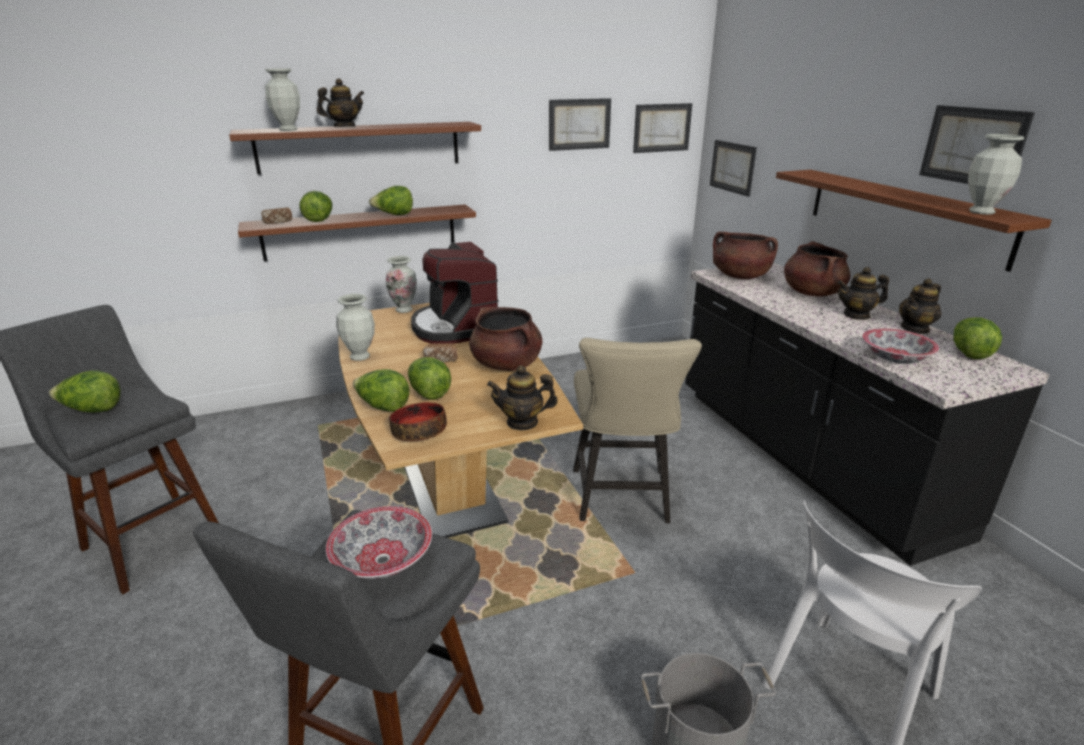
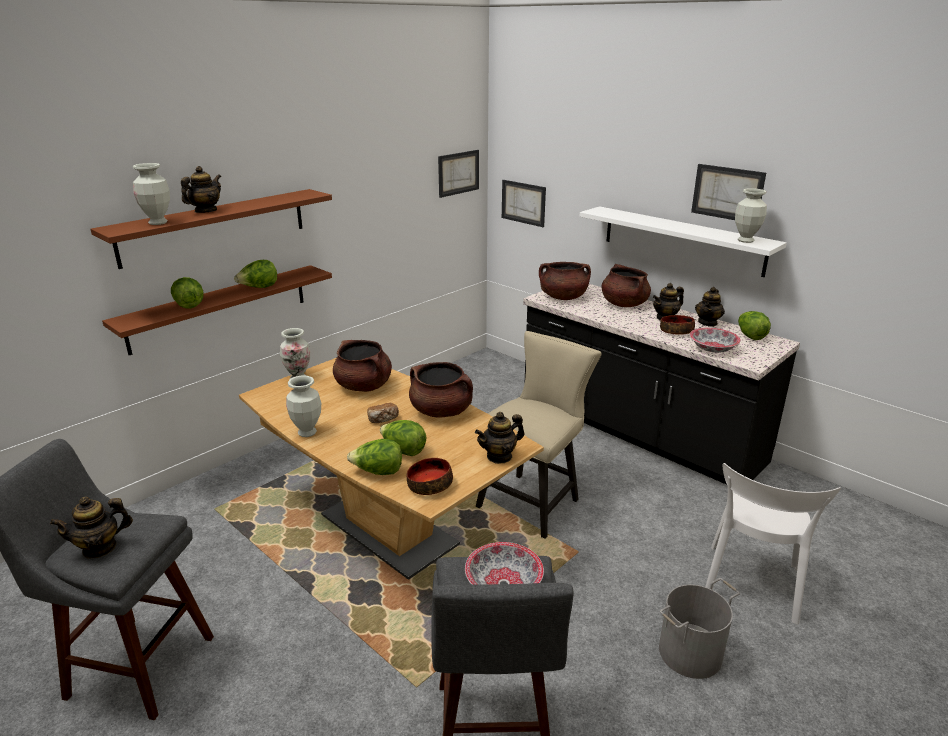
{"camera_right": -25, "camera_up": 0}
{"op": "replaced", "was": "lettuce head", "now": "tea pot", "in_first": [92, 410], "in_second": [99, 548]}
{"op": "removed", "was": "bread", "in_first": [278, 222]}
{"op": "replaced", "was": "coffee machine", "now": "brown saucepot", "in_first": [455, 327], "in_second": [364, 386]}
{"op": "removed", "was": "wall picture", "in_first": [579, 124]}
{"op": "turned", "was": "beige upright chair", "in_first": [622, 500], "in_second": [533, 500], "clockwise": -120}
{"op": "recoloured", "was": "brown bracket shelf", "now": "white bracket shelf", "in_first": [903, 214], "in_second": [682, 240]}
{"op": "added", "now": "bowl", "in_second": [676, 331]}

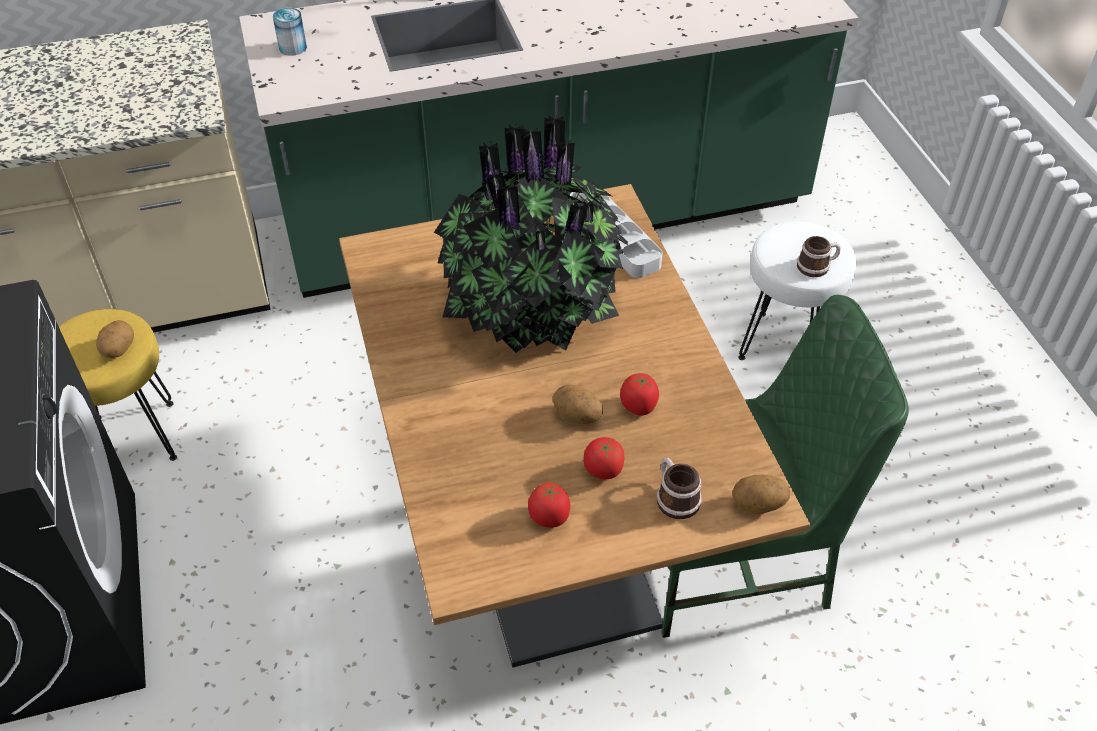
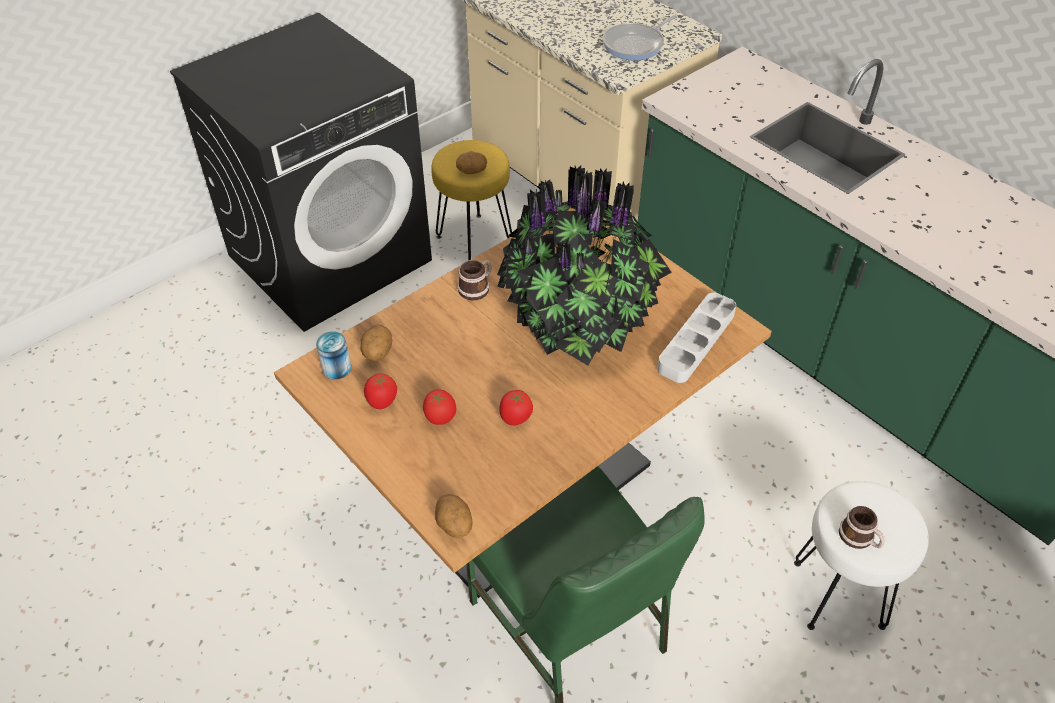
{"camera_right": 65, "camera_up": 0}
{"op": "moved", "was": "can", "in_first": [293, 47], "in_second": [337, 368]}
{"op": "moved", "was": "spud", "in_first": [576, 417], "in_second": [377, 353]}
{"op": "moved", "was": "mug", "in_first": [675, 497], "in_second": [477, 288]}
{"op": "added", "now": "frying pan", "in_second": [636, 45]}

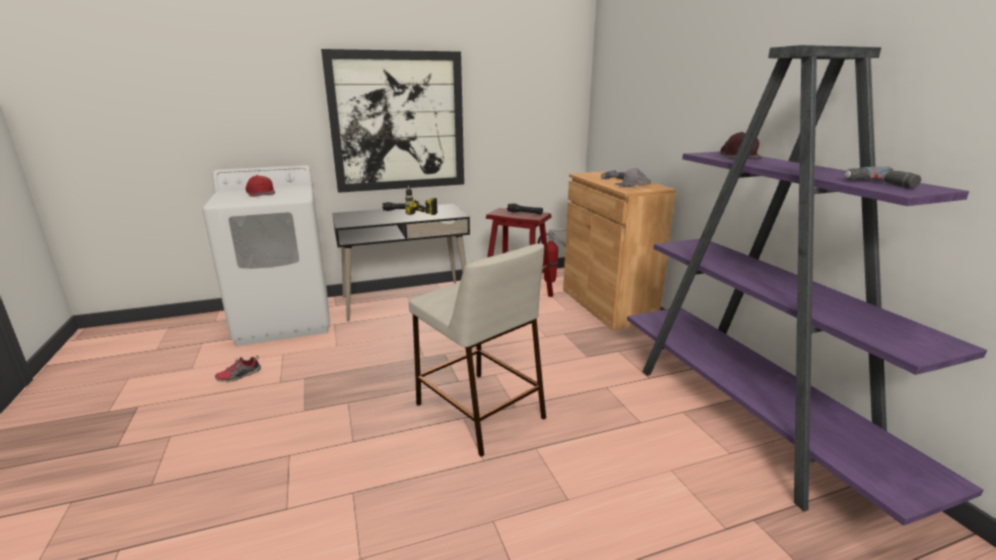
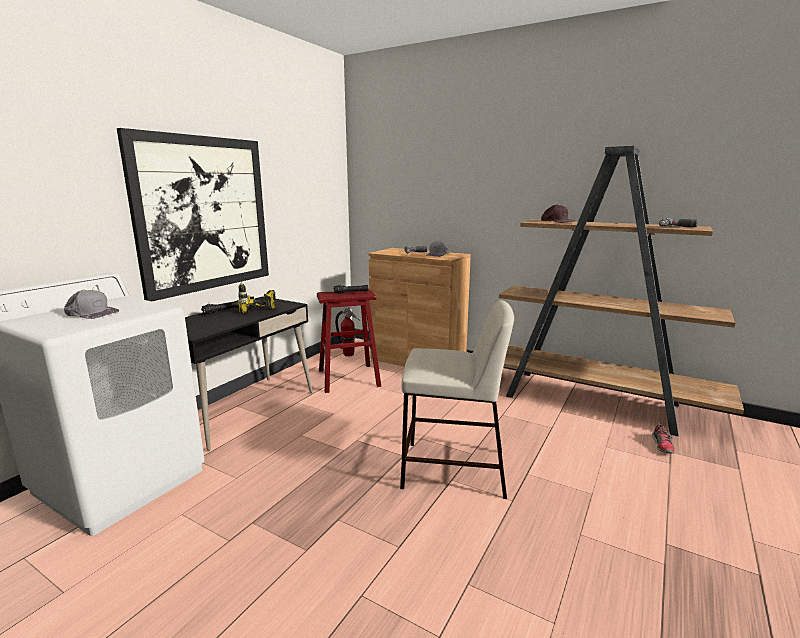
{"camera_right": -40, "camera_up": -5}
{"op": "moved", "was": "shoe", "in_first": [239, 376], "in_second": [662, 446]}
{"op": "recoloured", "was": "reddish peaked cap", "now": "greyish peaked cap", "in_first": [261, 193], "in_second": [91, 313]}
{"op": "recoloured", "was": "purple-coloured bookshelf", "now": "brown bookshelf", "in_first": [749, 420], "in_second": [593, 401]}

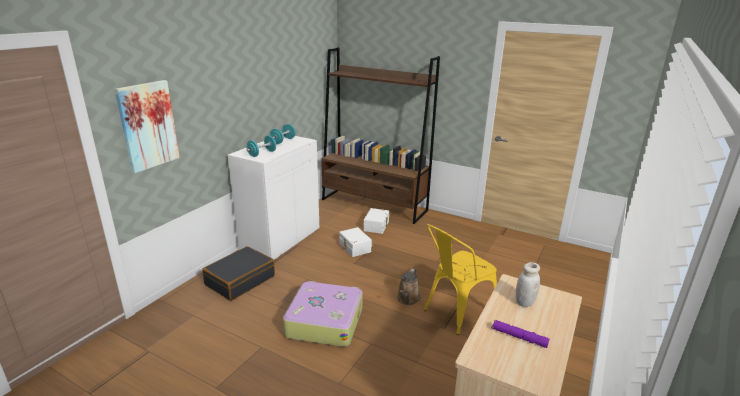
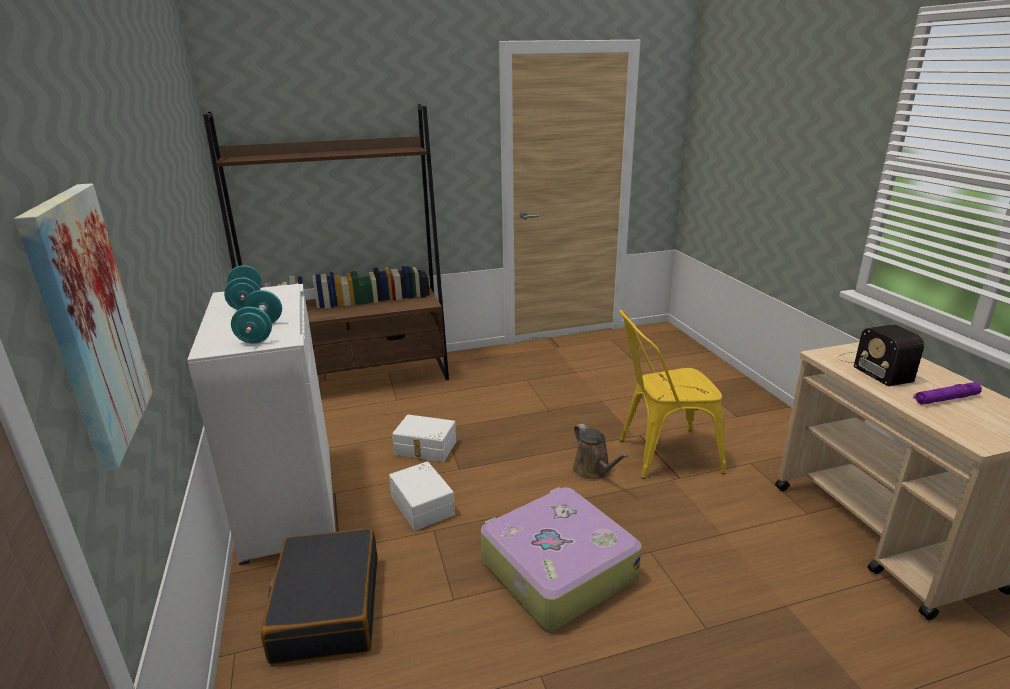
{"camera_right": -45, "camera_up": 0}
{"op": "moved", "was": "white storage container", "in_first": [377, 226], "in_second": [424, 505]}
{"op": "turned", "was": "yellow upright chair", "in_first": [455, 313], "in_second": [660, 455], "clockwise": 75}
{"op": "replaced", "was": "white preserve jar", "now": "radio", "in_first": [524, 302], "in_second": [872, 366]}

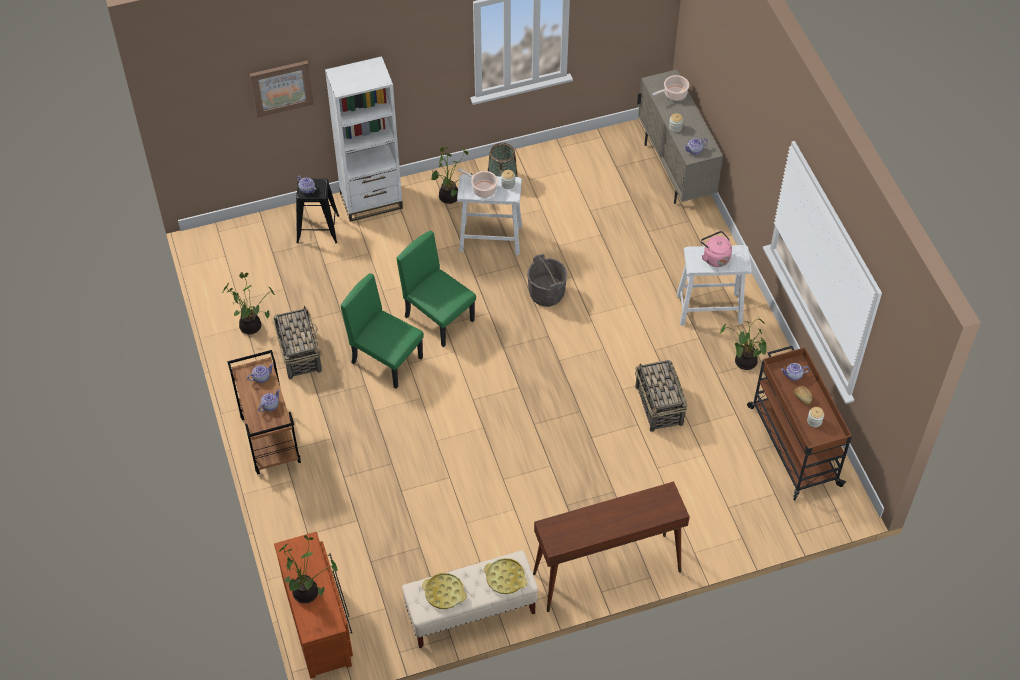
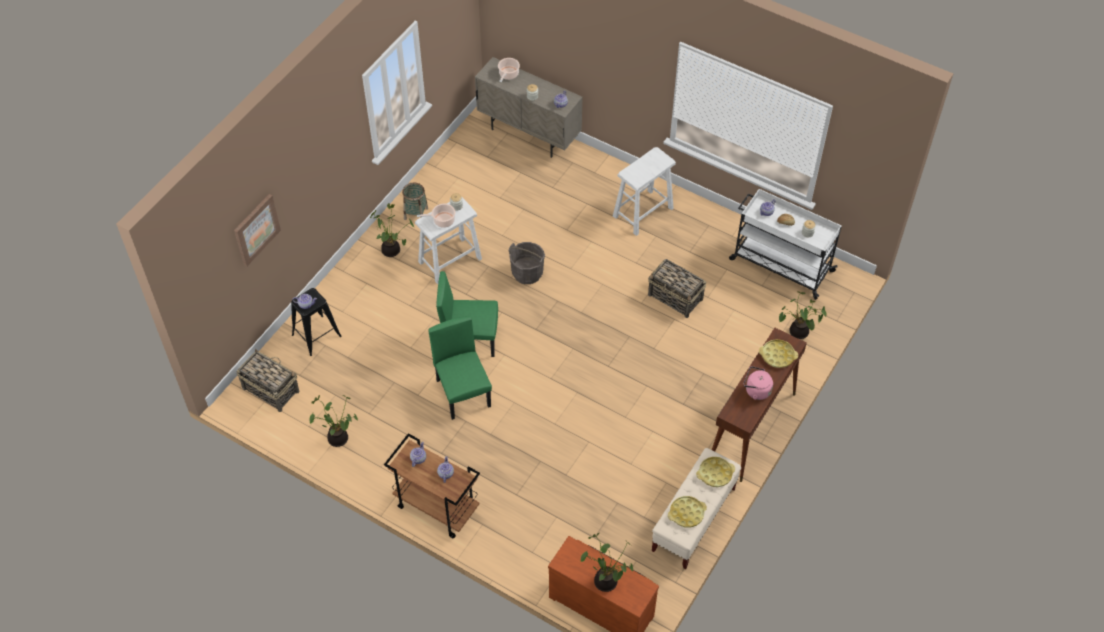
{"camera_right": -40, "camera_up": 0}
{"op": "moved", "was": "basket", "in_first": [299, 353], "in_second": [270, 389]}
{"op": "removed", "was": "white bookshelf", "in_first": [371, 201]}
{"op": "turned", "was": "green upright chair", "in_first": [387, 360], "in_second": [463, 393], "clockwise": 75}
{"op": "moved", "was": "pinkish tea kettle", "in_first": [715, 257], "in_second": [756, 390]}
{"op": "moved", "was": "houseplant", "in_first": [743, 362], "in_second": [797, 333]}
{"op": "recoloured", "was": "brown wheeled cart", "now": "white wheeled cart", "in_first": [793, 444], "in_second": [780, 265]}
{"op": "added", "now": "yellow tray", "in_second": [777, 355]}

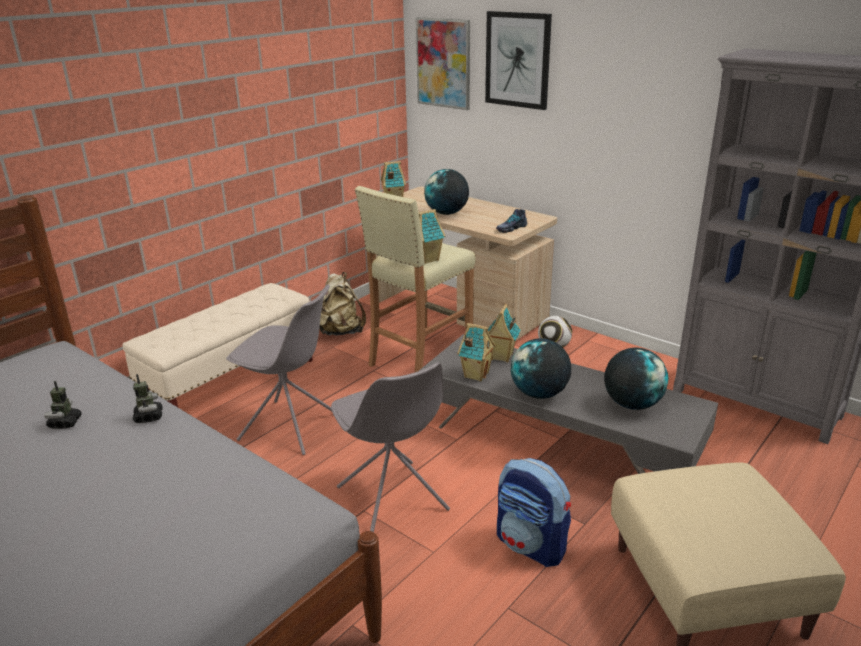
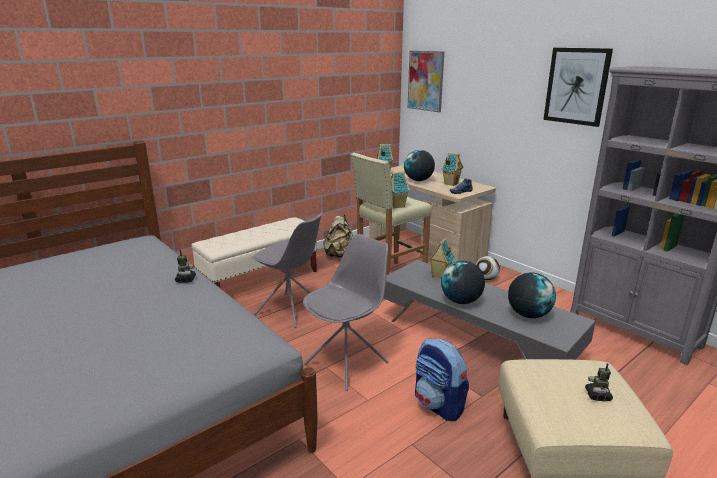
{"camera_right": 10, "camera_up": -5}
{"op": "moved", "was": "robot figure", "in_first": [65, 423], "in_second": [598, 396]}
{"op": "turned", "was": "greyish upright chair", "in_first": [392, 500], "in_second": [347, 363], "clockwise": -120}
{"op": "moved", "was": "miniature house", "in_first": [475, 375], "in_second": [451, 184]}
{"op": "moved", "was": "wall picture", "in_first": [518, 60], "in_second": [576, 86]}

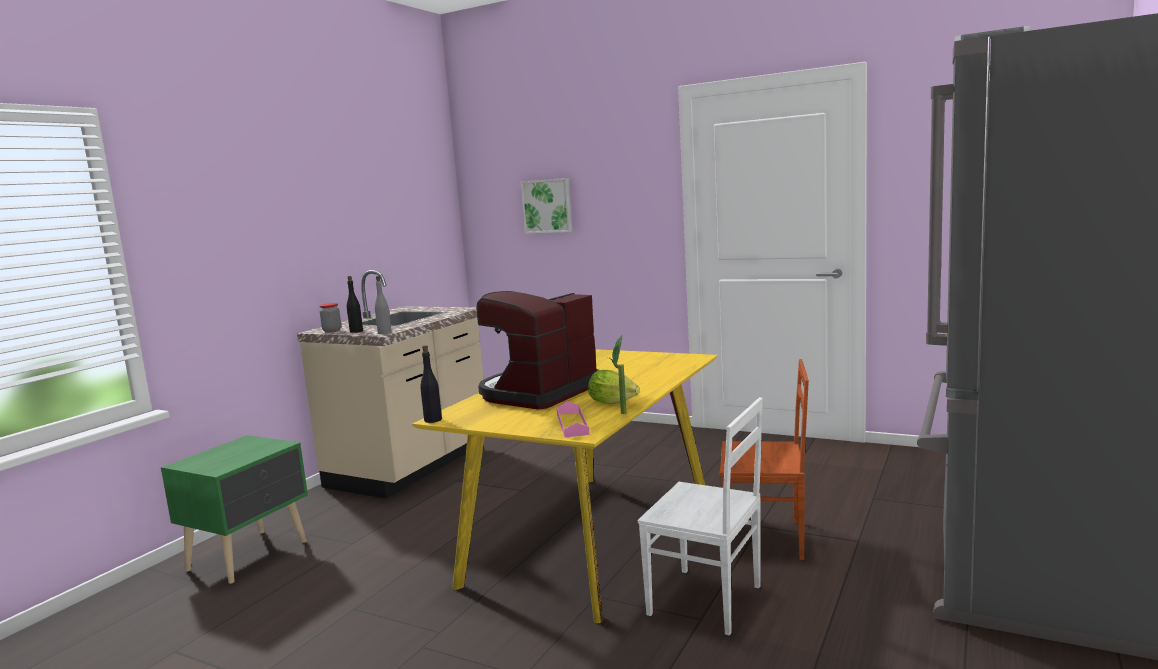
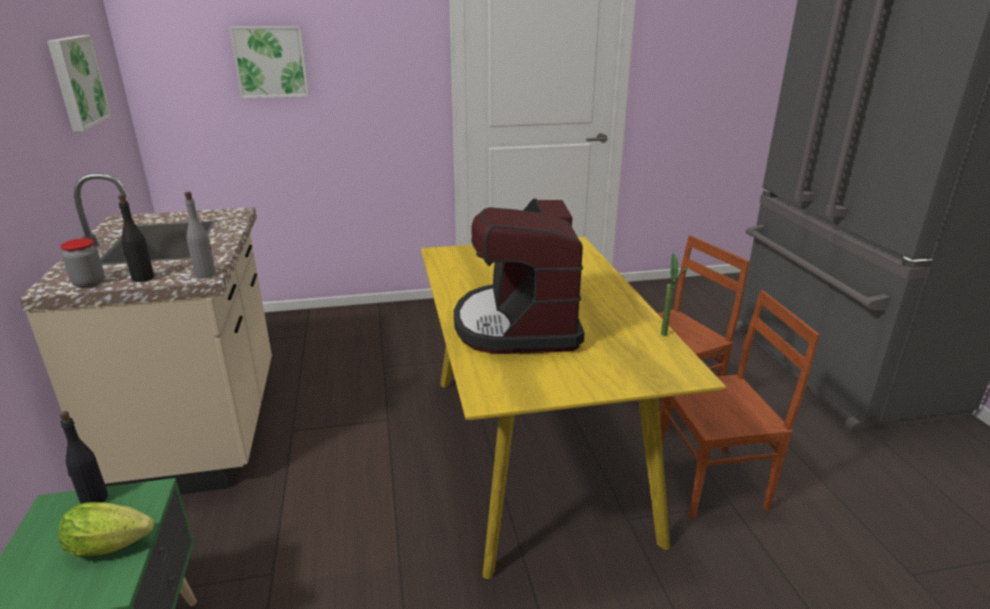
{"camera_right": -40, "camera_up": 15}
{"op": "moved", "was": "black drink bottle", "in_first": [432, 420], "in_second": [94, 499]}
{"op": "removed", "was": "pinkish tray", "in_first": [572, 424]}
{"op": "moved", "was": "lettuce head", "in_first": [615, 403], "in_second": [115, 545]}
{"op": "recoloured", "was": "white upright chair", "now": "brown upright chair", "in_first": [706, 601], "in_second": [712, 483]}
{"op": "added", "now": "wall picture", "in_second": [76, 82]}

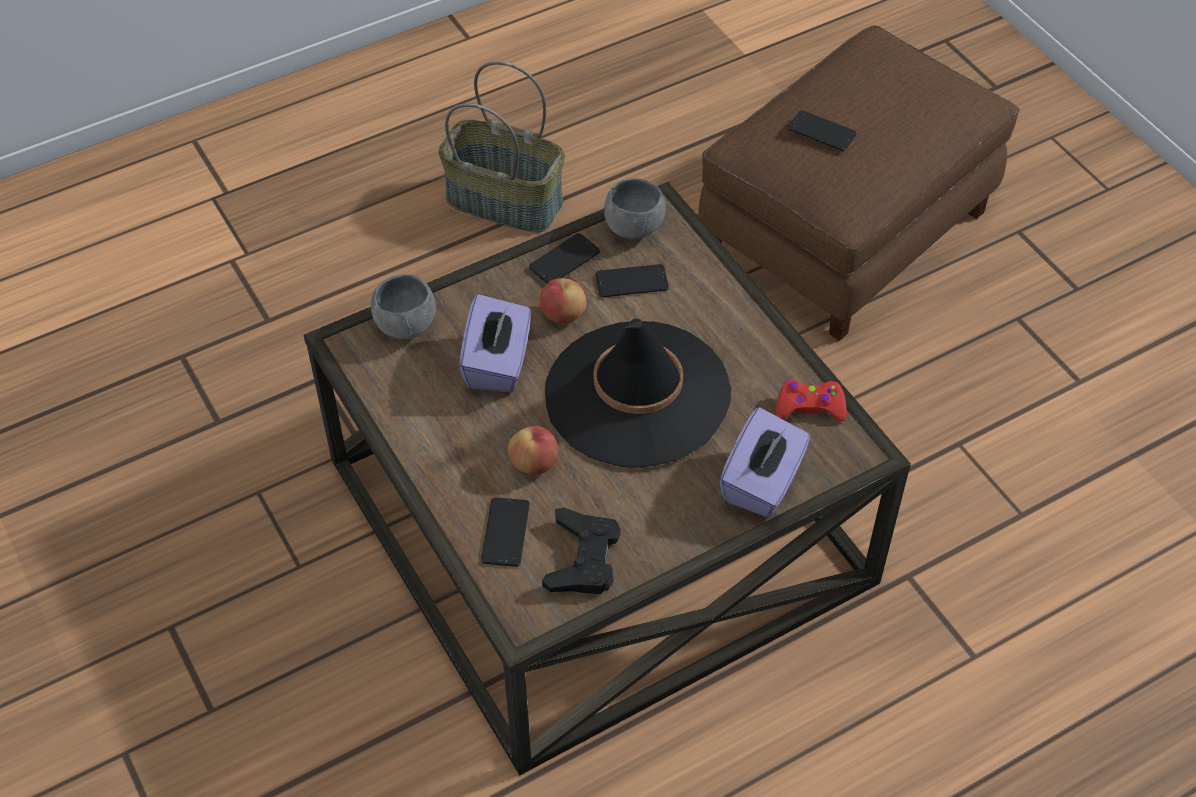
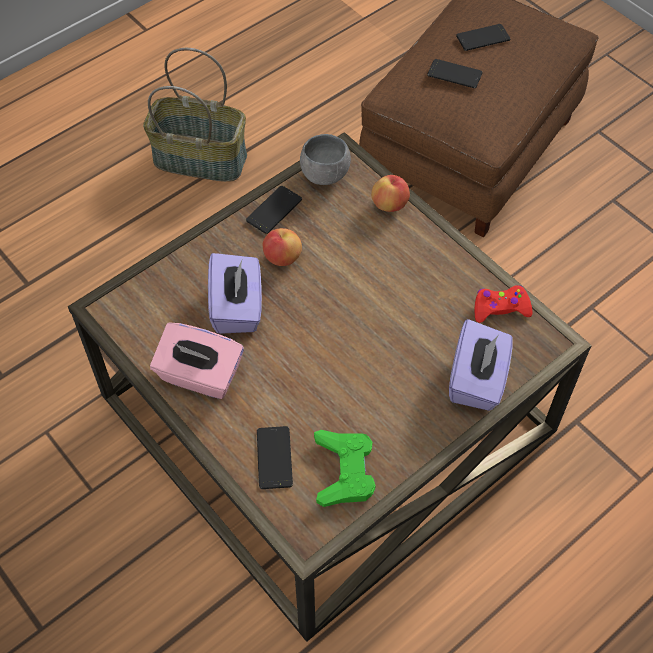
{"camera_right": -10, "camera_up": 5}
{"op": "removed", "was": "greyish bowl", "in_first": [405, 324]}
{"op": "moved", "was": "whole apple", "in_first": [534, 463], "in_second": [390, 204]}
{"op": "recoloured", "was": "black gamepad", "now": "green gamepad", "in_first": [583, 558], "in_second": [344, 471]}
{"op": "removed", "was": "black clothing hat", "in_first": [637, 394]}
{"op": "moved", "was": "handset", "in_first": [632, 282], "in_second": [483, 38]}
{"op": "added", "now": "pinkish tissue holder", "in_second": [200, 376]}

